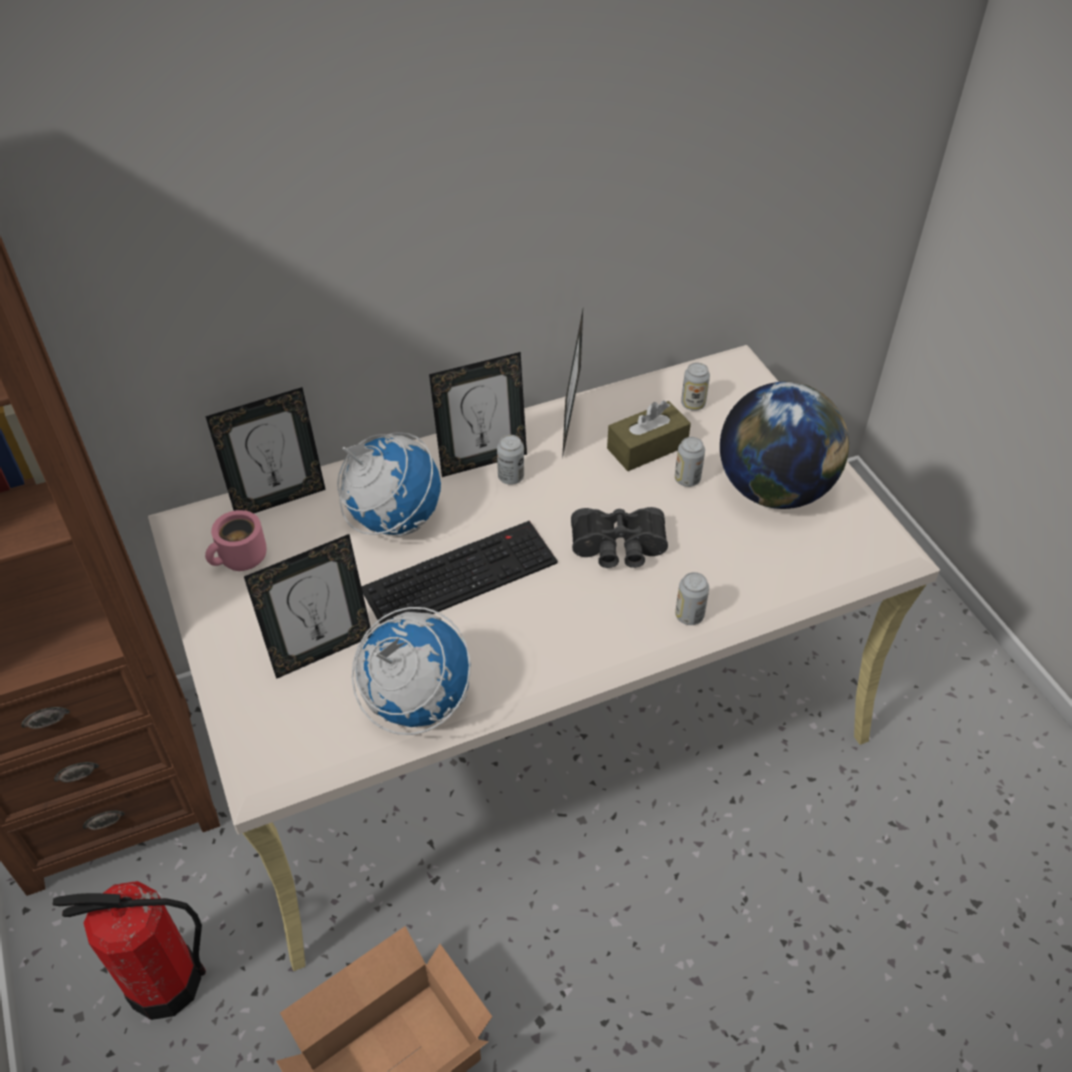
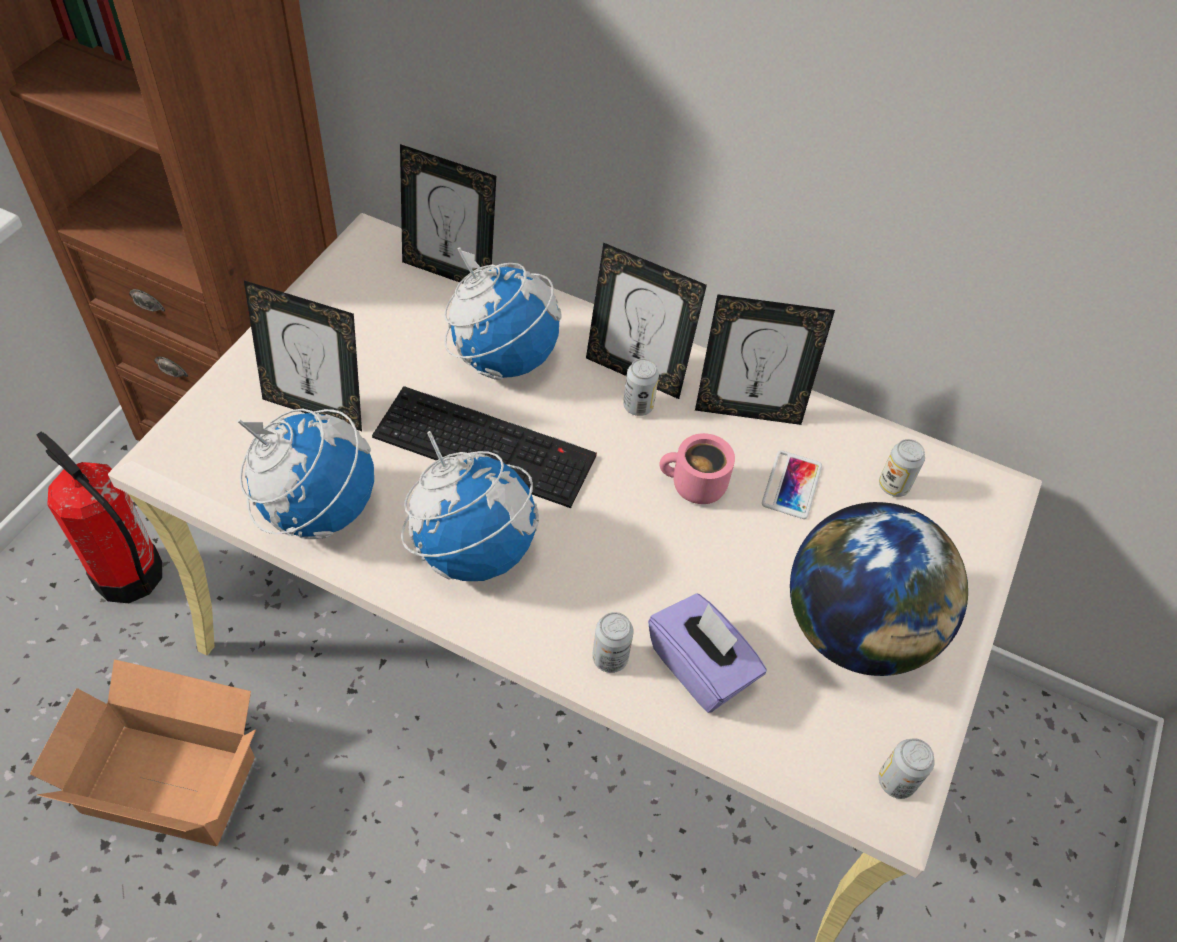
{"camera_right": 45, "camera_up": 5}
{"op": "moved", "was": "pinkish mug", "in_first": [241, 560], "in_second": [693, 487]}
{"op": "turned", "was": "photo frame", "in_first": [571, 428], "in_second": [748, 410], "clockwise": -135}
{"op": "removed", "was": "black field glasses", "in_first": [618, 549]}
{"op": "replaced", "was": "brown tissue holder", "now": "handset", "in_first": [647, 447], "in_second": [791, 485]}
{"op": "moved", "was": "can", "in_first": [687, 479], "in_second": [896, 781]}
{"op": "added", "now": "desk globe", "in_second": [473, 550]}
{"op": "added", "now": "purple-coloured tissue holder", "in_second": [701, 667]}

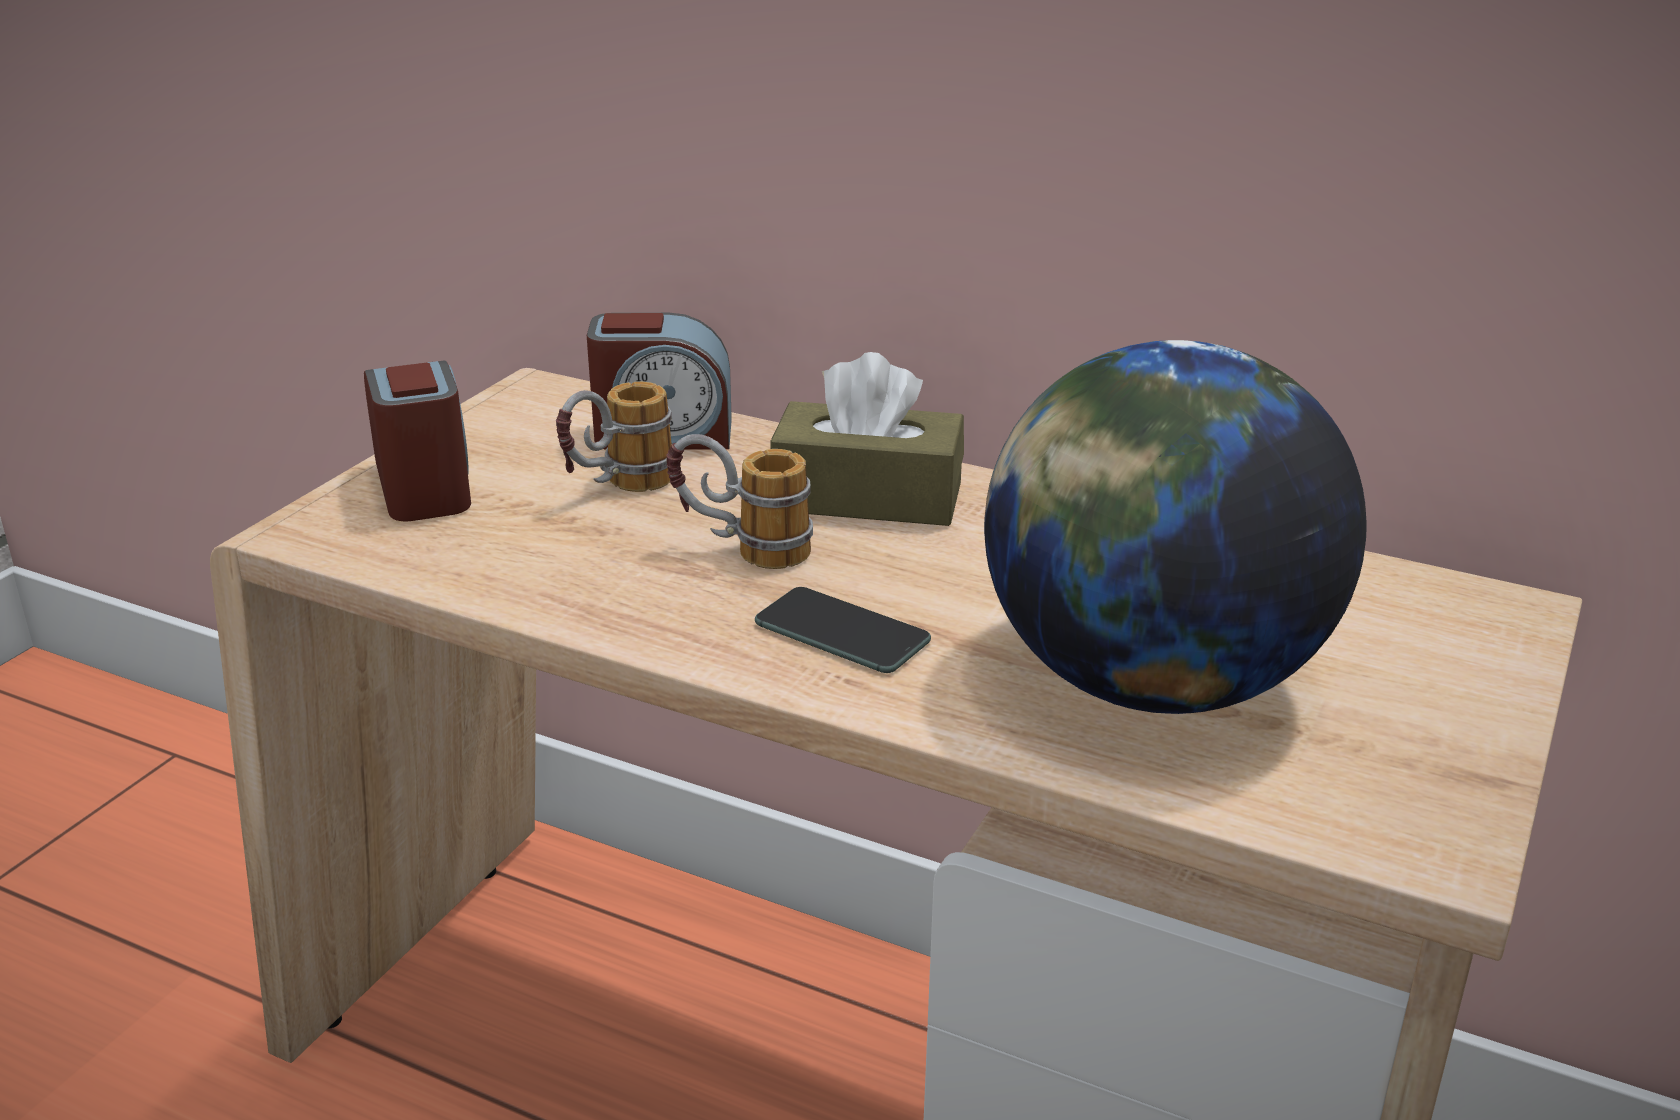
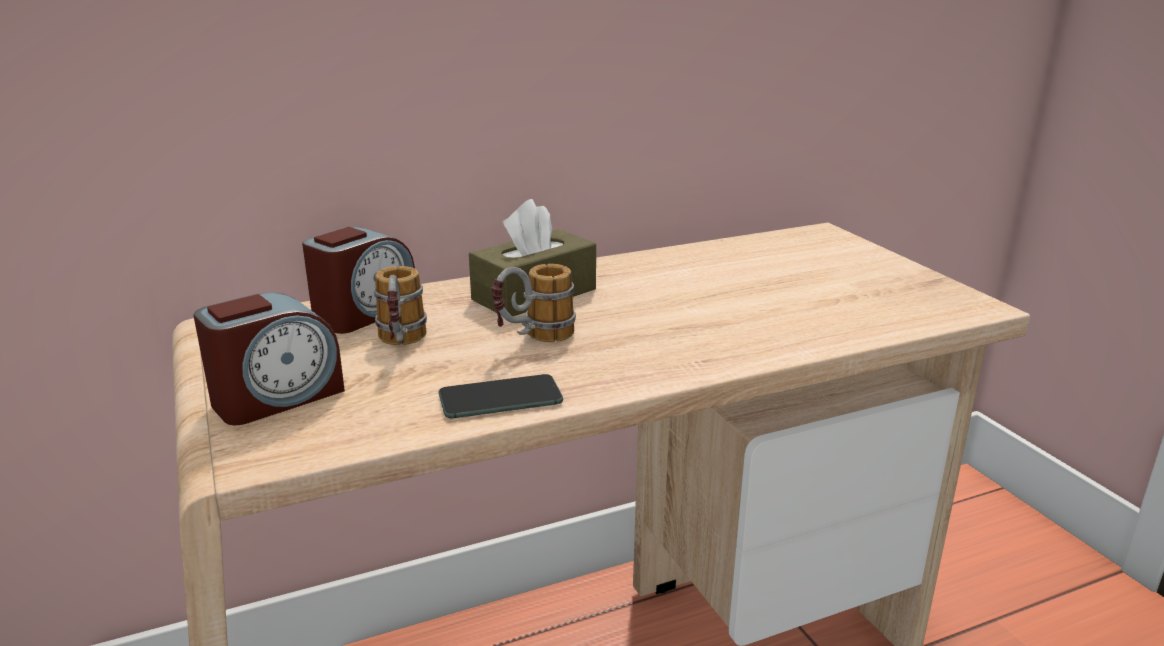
{"camera_right": -50, "camera_up": -5}
{"op": "turned", "was": "alarm clock", "in_first": [425, 486], "in_second": [277, 397], "clockwise": 120}
{"op": "moved", "was": "handset", "in_first": [842, 632], "in_second": [500, 398]}
{"op": "removed", "was": "desk globe", "in_first": [1150, 681]}

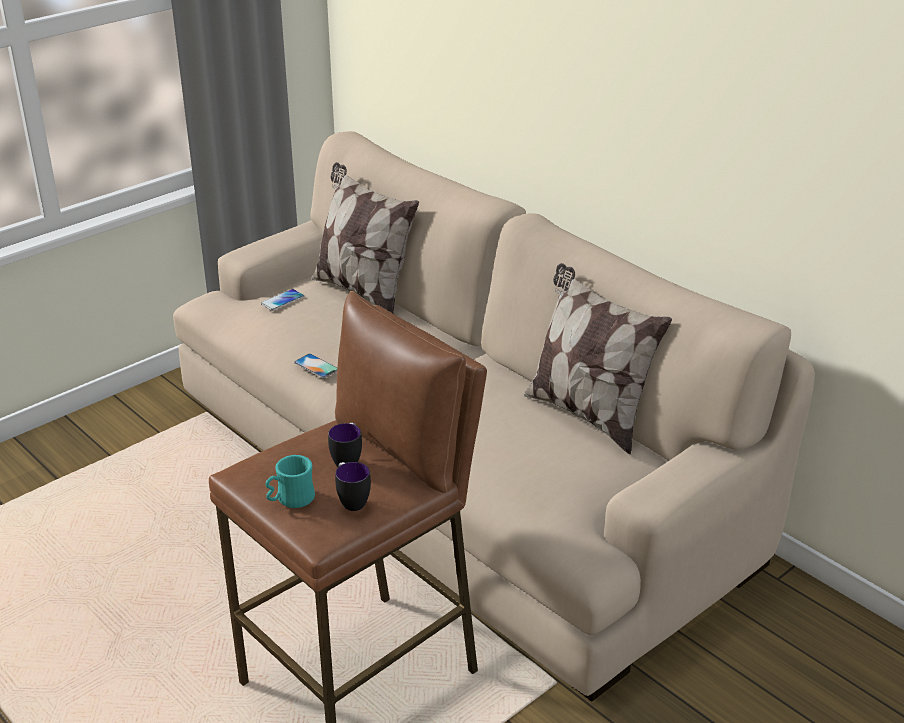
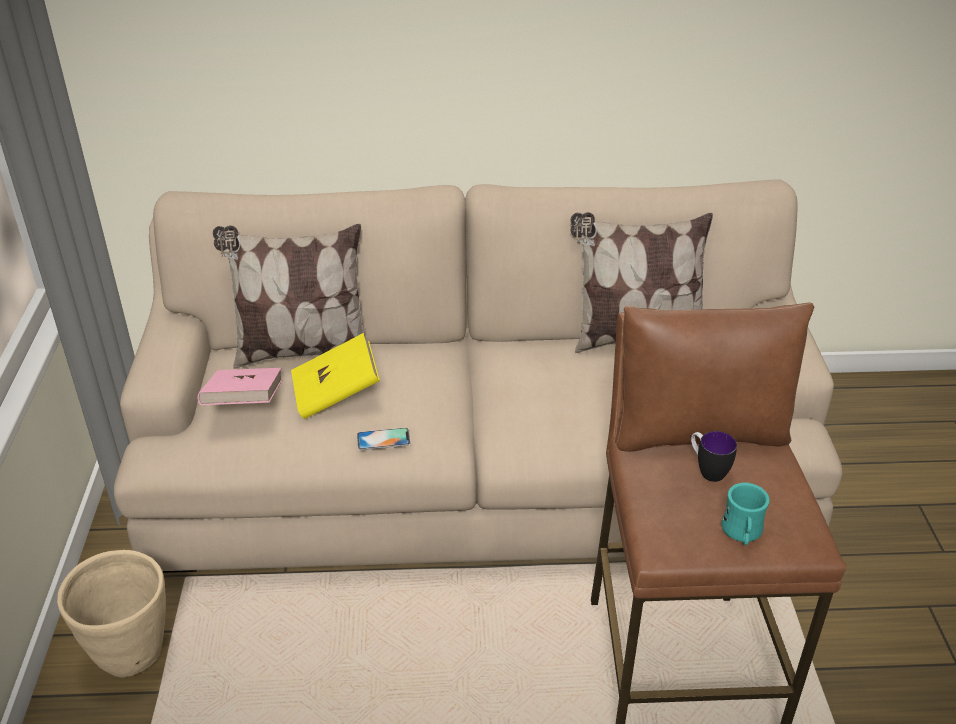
{"camera_right": -50, "camera_up": 5}
{"op": "replaced", "was": "handset", "now": "pinkish book", "in_first": [282, 300], "in_second": [244, 404]}
{"op": "removed", "was": "mug", "in_first": [351, 500]}
{"op": "added", "now": "beige planter", "in_second": [133, 654]}
{"op": "added", "now": "yellow book", "in_second": [336, 394]}

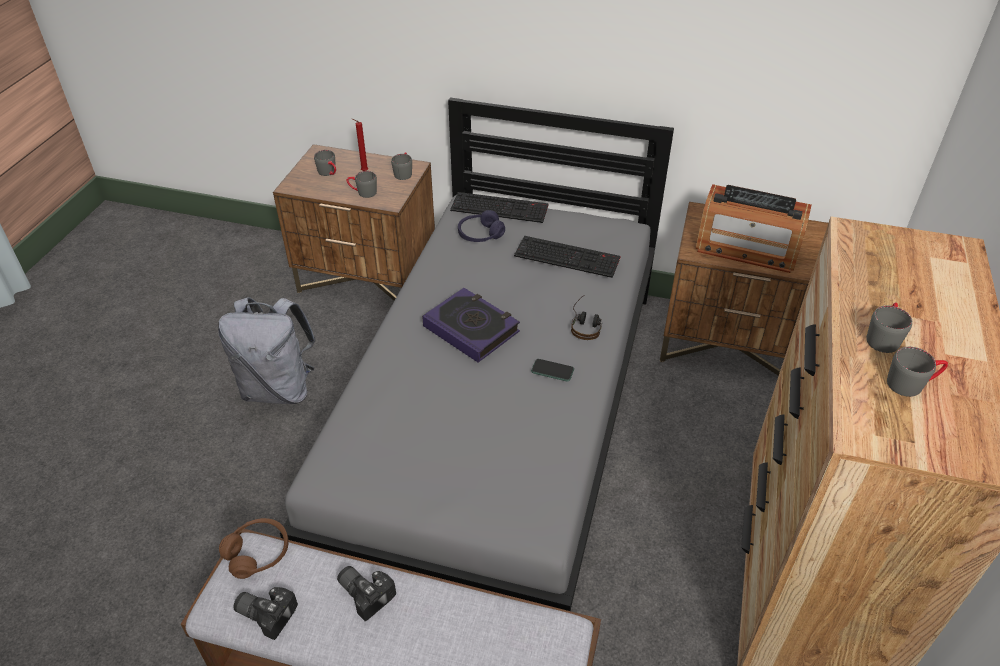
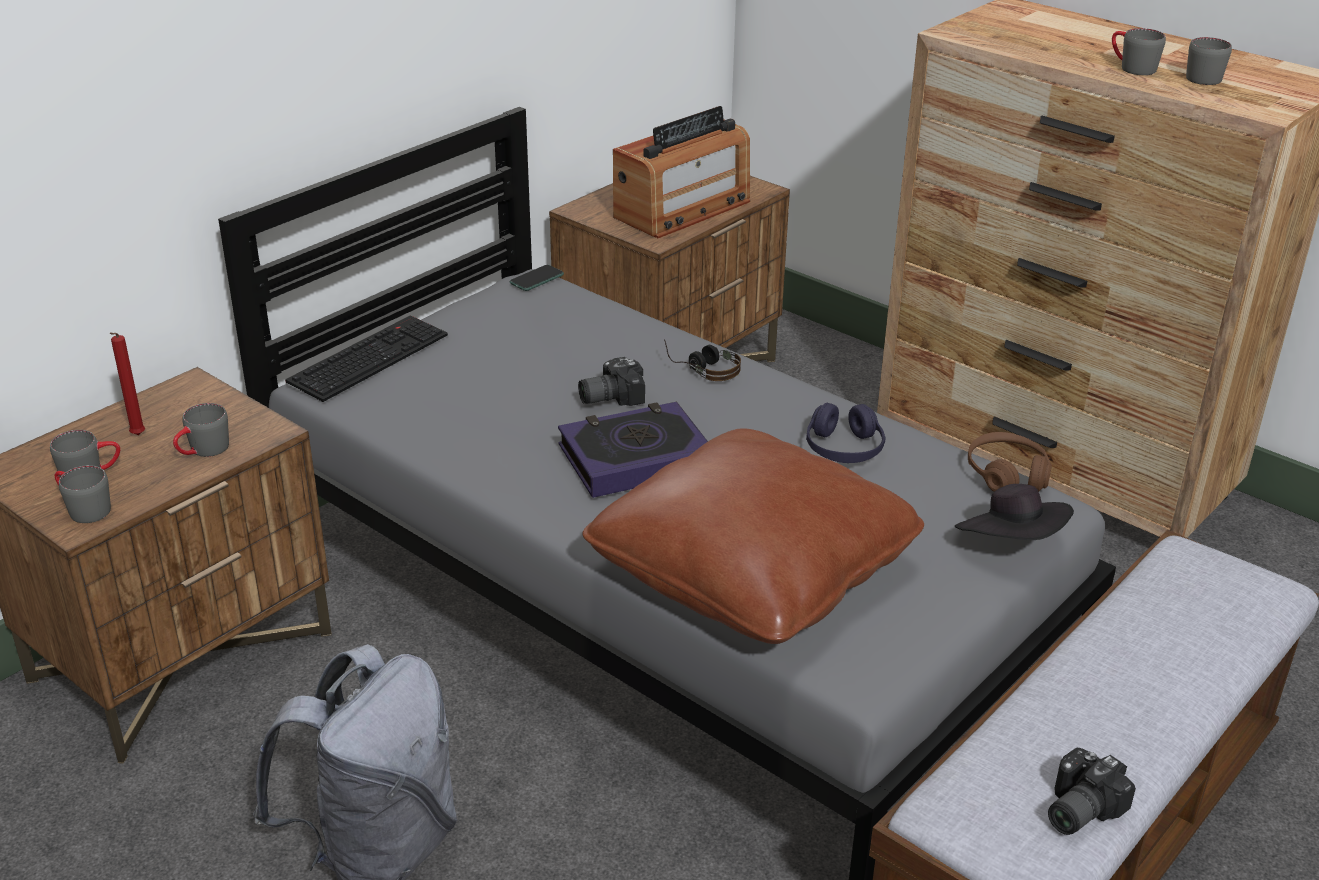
{"camera_right": -65, "camera_up": -10}
{"op": "moved", "was": "brown headset", "in_first": [258, 553], "in_second": [1007, 475]}
{"op": "moved", "was": "photo camera", "in_first": [366, 592], "in_second": [609, 396]}
{"op": "moved", "was": "greyish mug", "in_first": [403, 172], "in_second": [83, 509]}
{"op": "moved", "was": "purple-coloured headset", "in_first": [480, 234], "in_second": [844, 449]}
{"op": "removed", "was": "keyboard", "in_first": [568, 256]}
{"op": "moved", "was": "handset", "in_first": [552, 370], "in_second": [536, 279]}
{"op": "added", "now": "brown cushion", "in_second": [753, 572]}
{"op": "added", "now": "black clothing hat", "in_second": [1011, 544]}

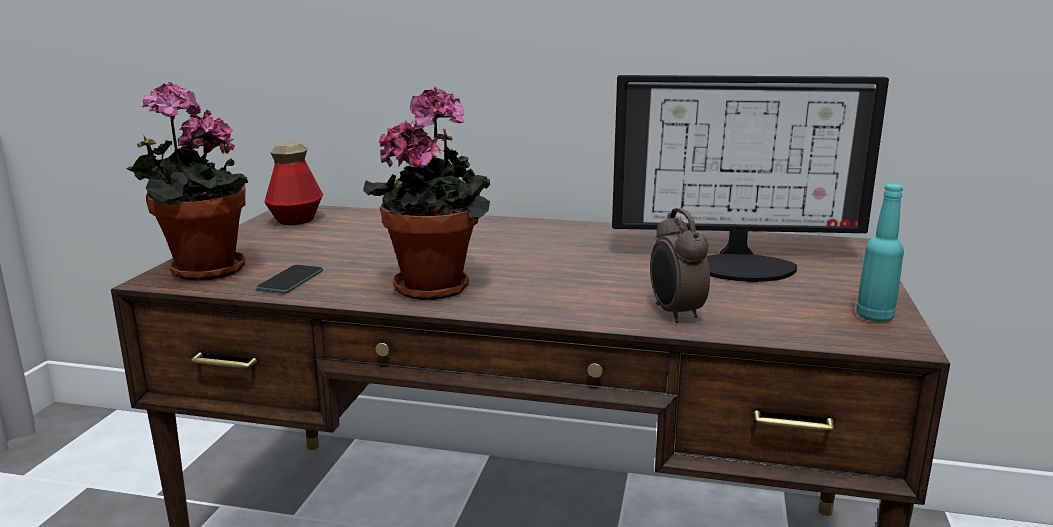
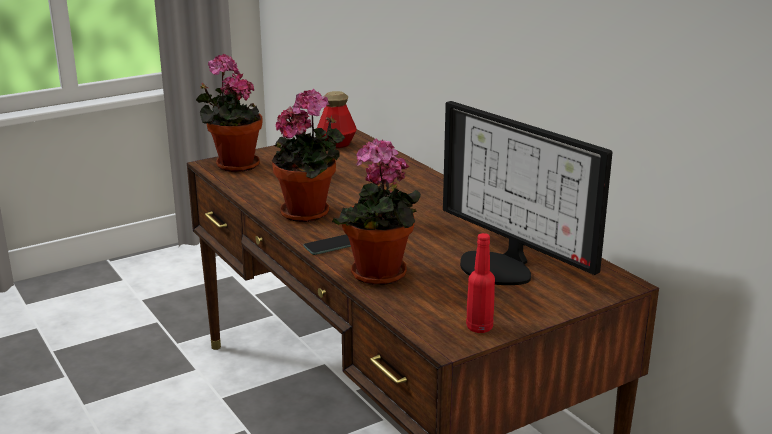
{"camera_right": 45, "camera_up": 5}
{"op": "moved", "was": "handset", "in_first": [290, 280], "in_second": [331, 245]}
{"op": "replaced", "was": "alarm clock", "now": "houseplant", "in_first": [675, 313], "in_second": [379, 276]}
{"op": "recoloured", "was": "turquoise drink bottle", "now": "reddish drink bottle", "in_first": [874, 317], "in_second": [479, 327]}

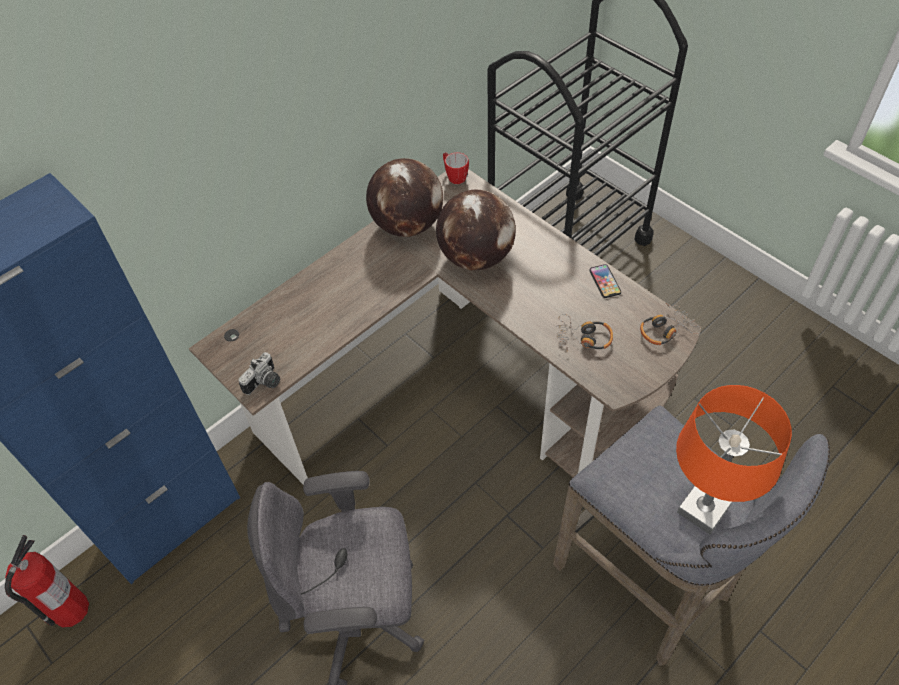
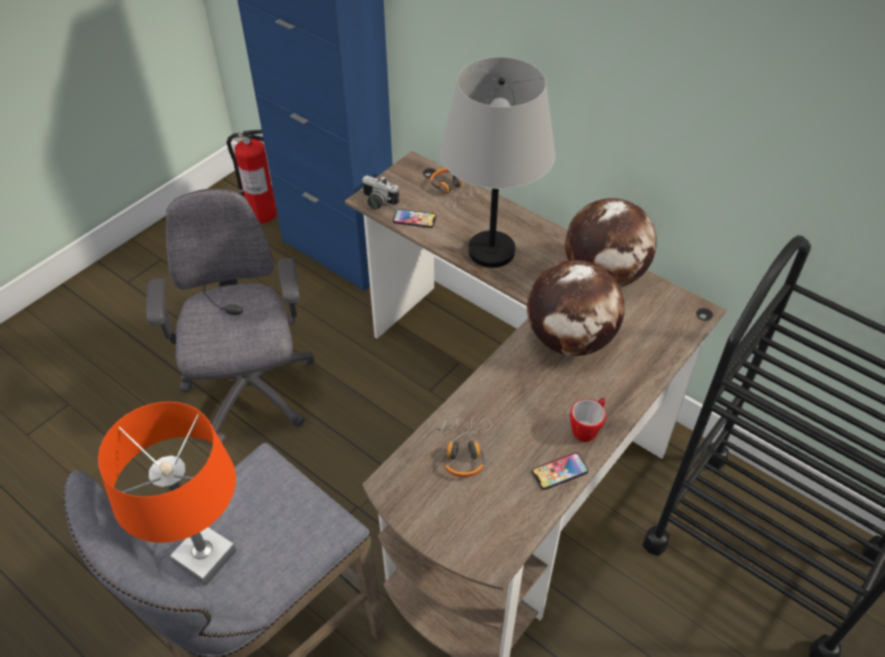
{"camera_right": 80, "camera_up": -5}
{"op": "moved", "was": "mug", "in_first": [454, 176], "in_second": [587, 428]}
{"op": "moved", "was": "headset", "in_first": [666, 330], "in_second": [452, 191]}
{"op": "added", "now": "handset", "in_second": [414, 219]}
{"op": "added", "now": "greyish table lamp", "in_second": [490, 251]}

